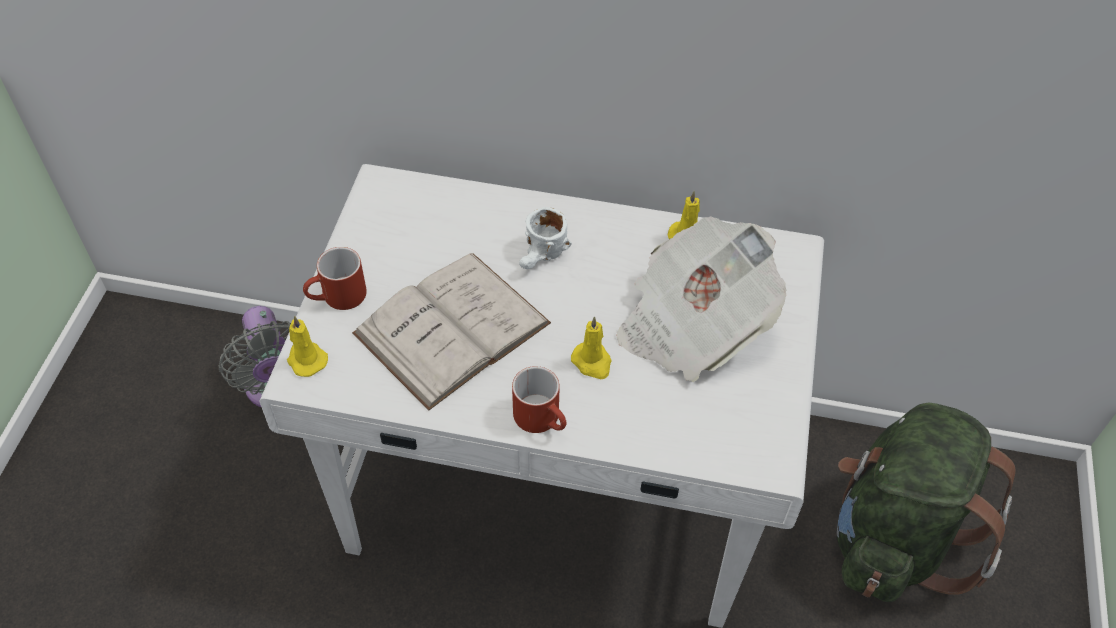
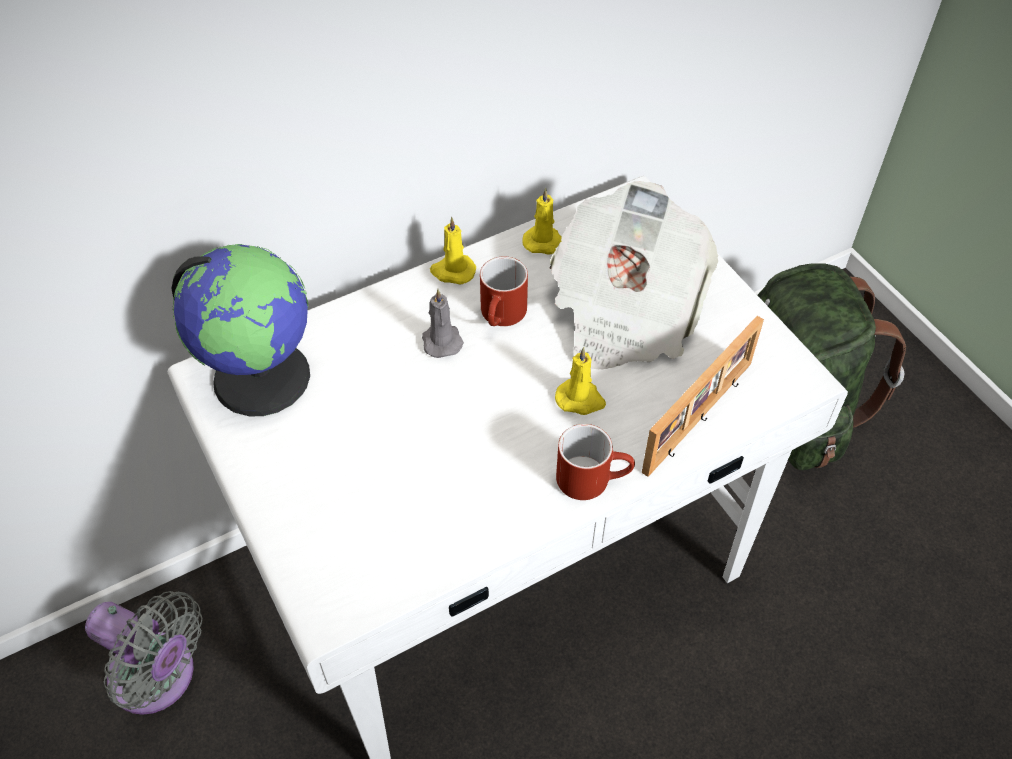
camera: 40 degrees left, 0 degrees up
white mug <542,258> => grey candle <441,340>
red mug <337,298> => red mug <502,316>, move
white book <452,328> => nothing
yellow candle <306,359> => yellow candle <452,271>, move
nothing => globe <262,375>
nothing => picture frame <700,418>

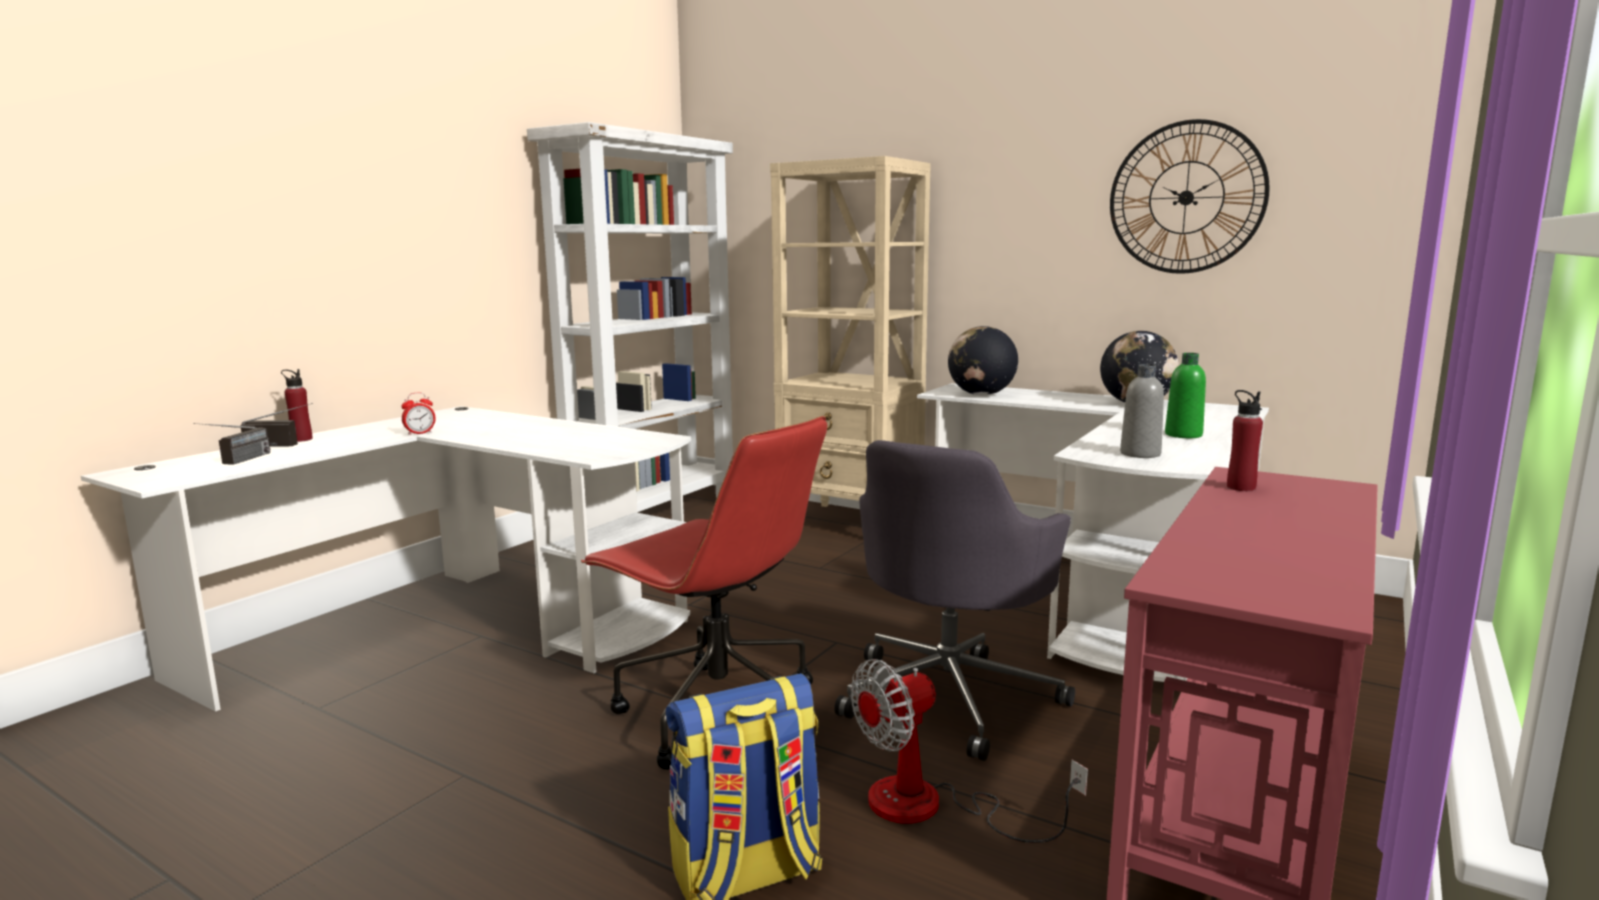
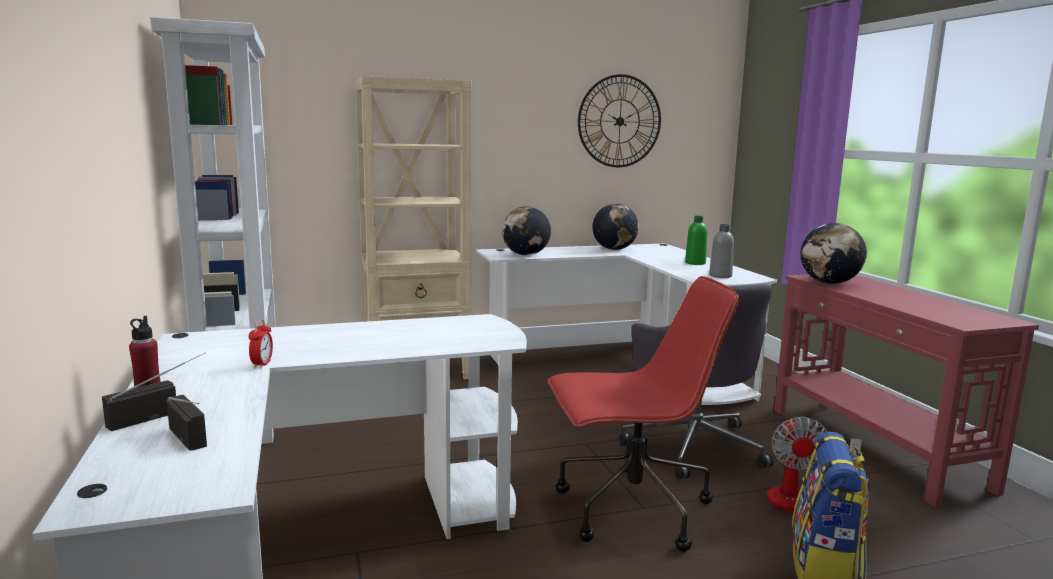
camera: 50 degrees left, 0 degrees up
red bottle <1240,487> => globe <829,283>

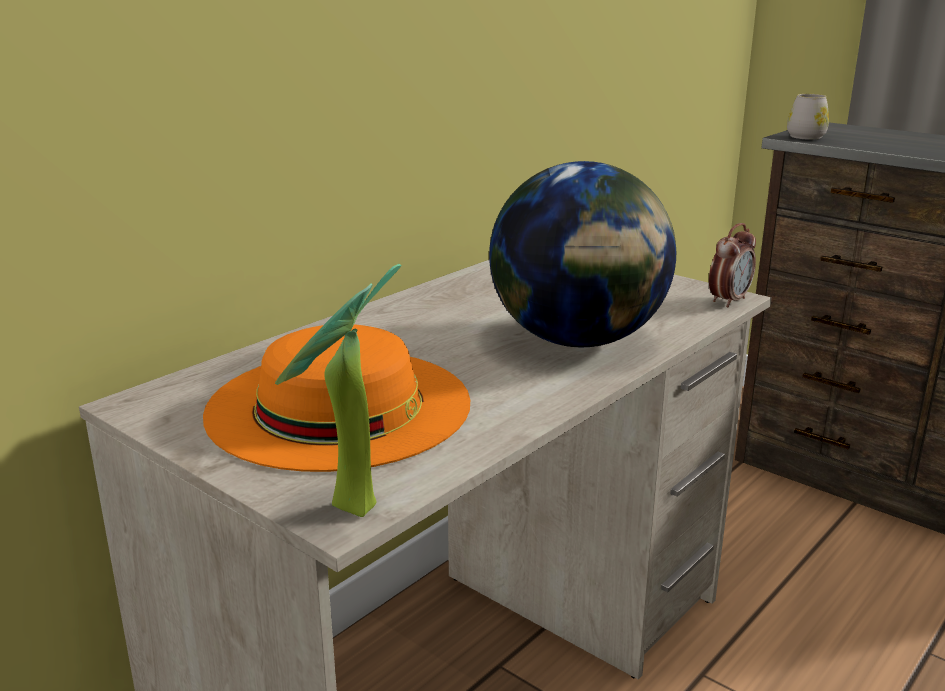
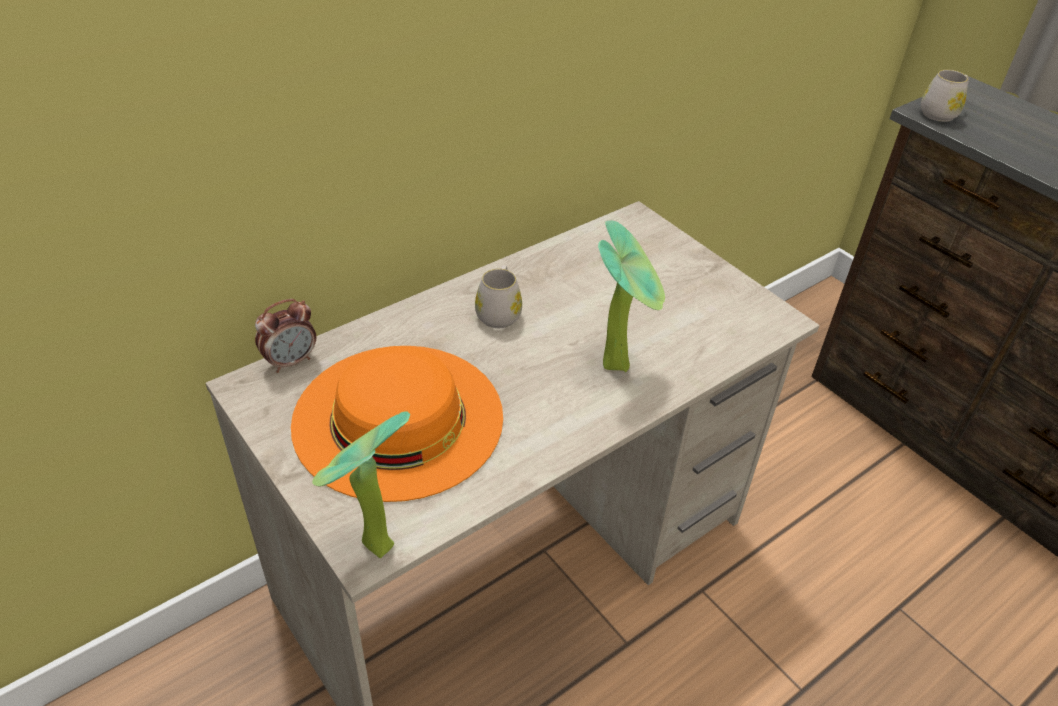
camera: 10 degrees right, 20 degrees up
globe <578,340> => potted plant <619,363>
alarm clock <729,301> => alarm clock <291,361>, move
nothing => white mug <499,312>

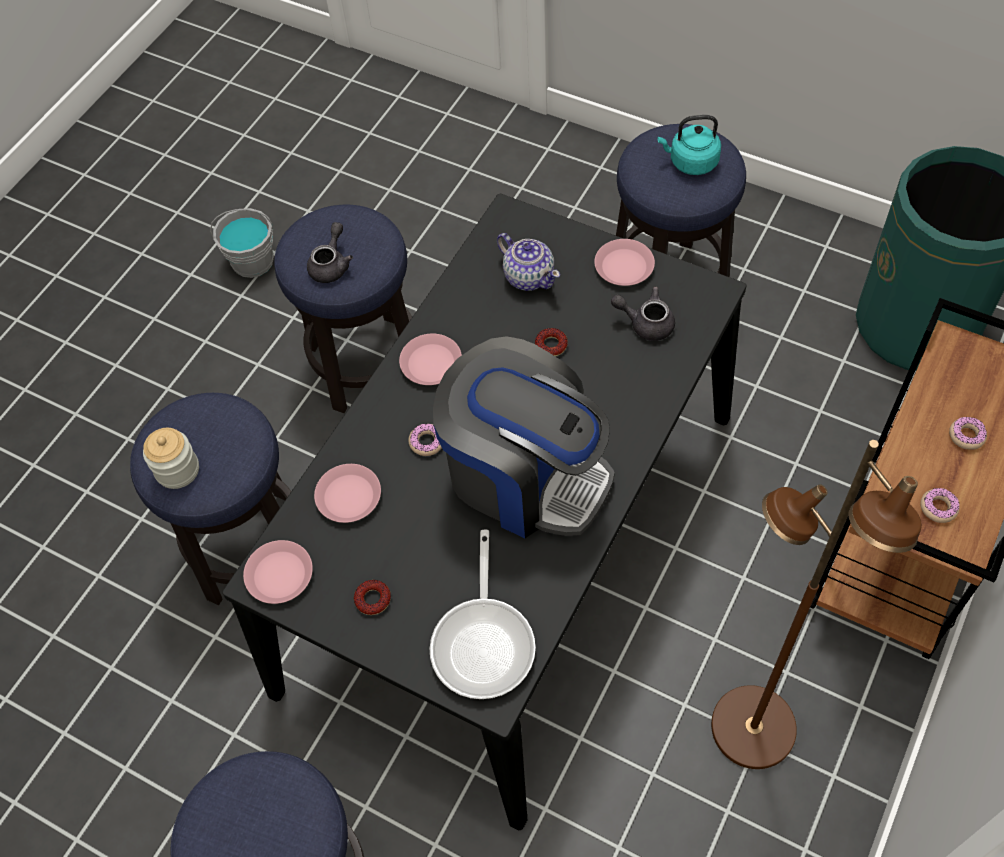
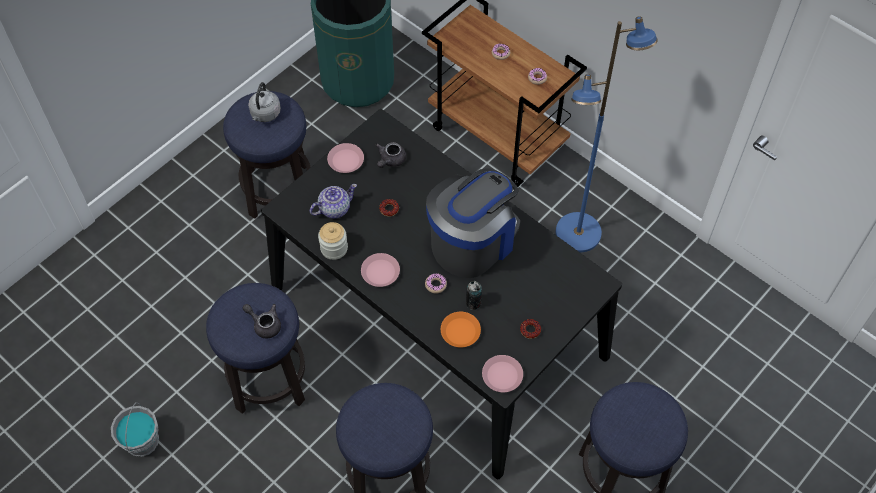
camera: 80 degrees left, 0 degrees up
turquoise kettle <690,162> => grey kettle <265,114>
jar <177,470> => jar <334,248>, move
brown floor lamp <751,729> => blue floor lamp <578,234>
pink plate <348,497> => orange plate <460,331>
frying pan <484,641> => nothing
nothing => can <473,303>

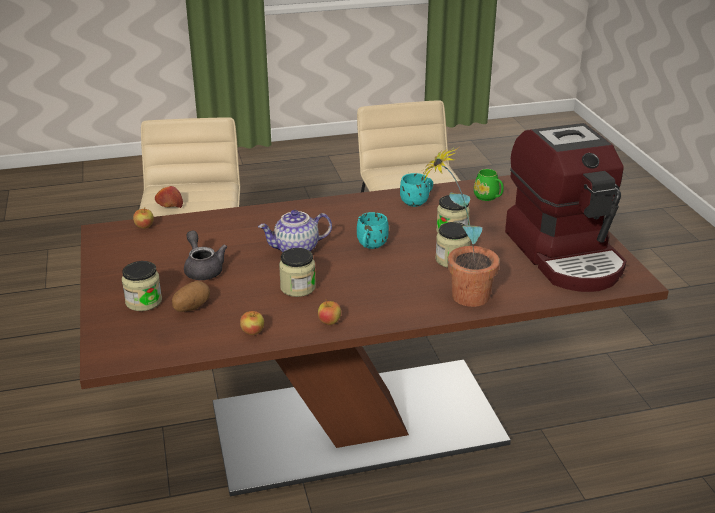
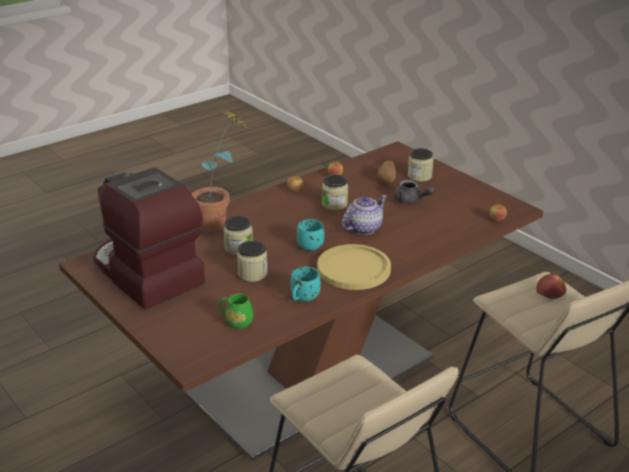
camera: 155 degrees right, 0 degrees up
nothing => yellow plate <353,269>

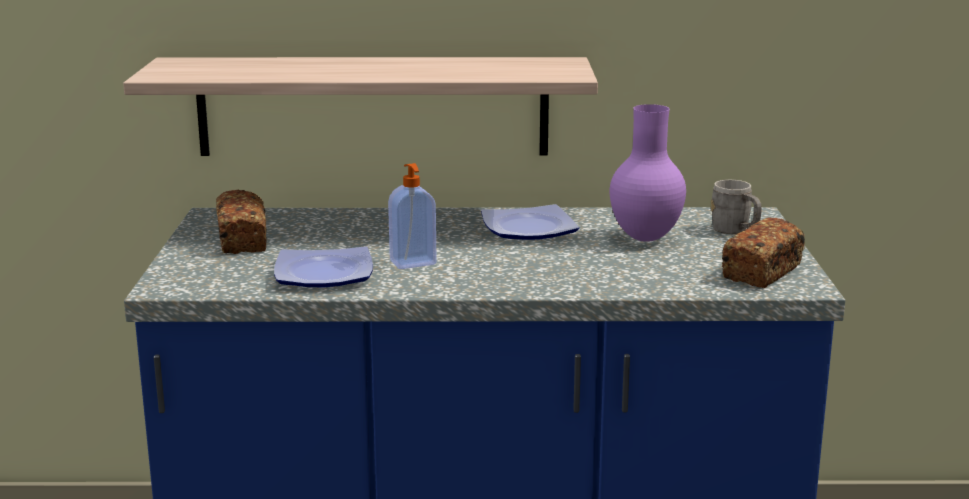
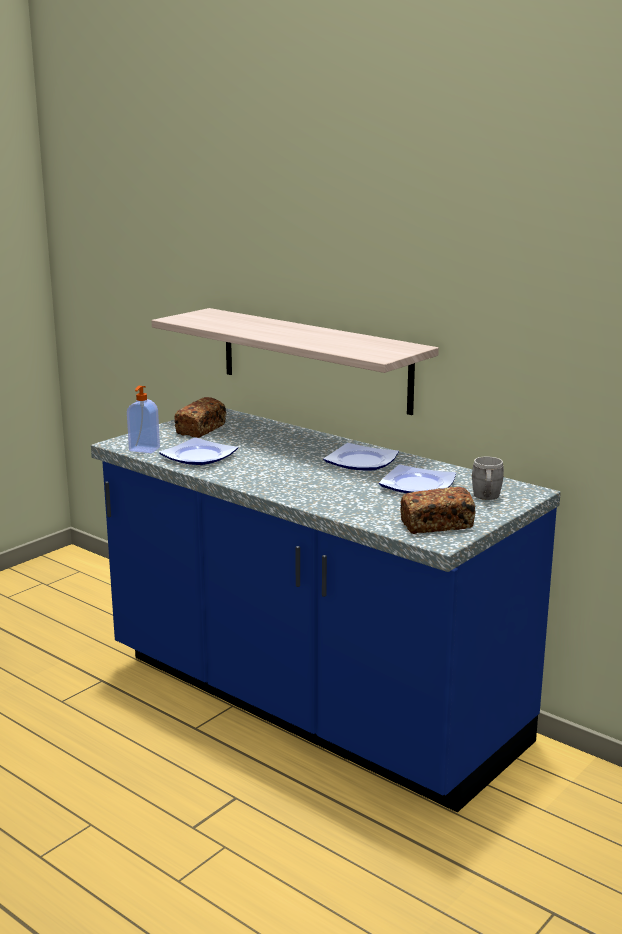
camera: 40 degrees right, 0 degrees up
purple vase <644,238> => plate <416,486>
soap dispenser <413,263> => soap dispenser <144,450>, move

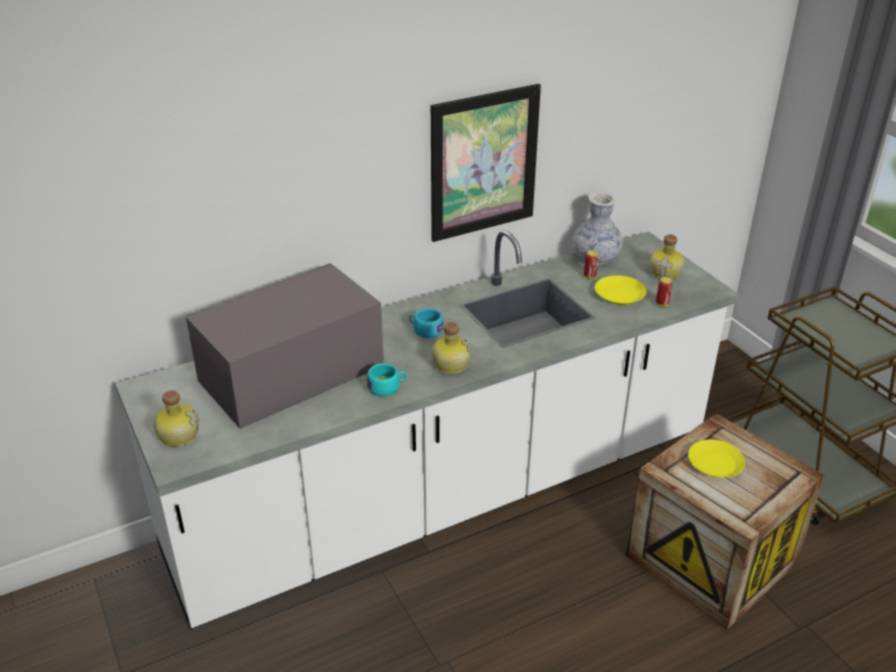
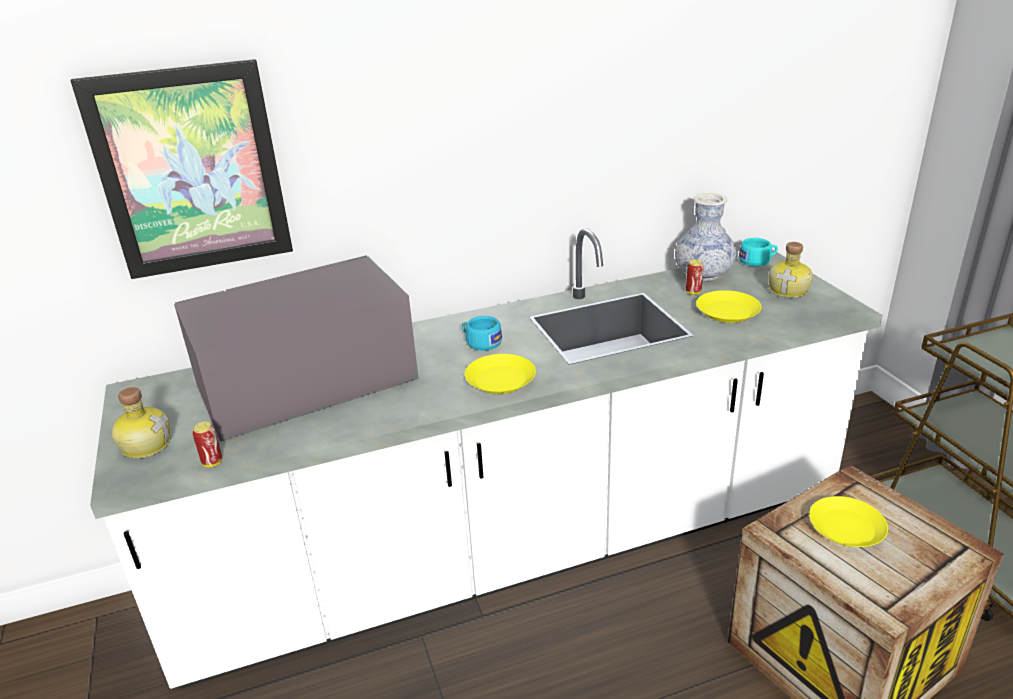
camera: 10 degrees right, 5 degrees down
picture <483,163> => picture <191,171>, move
can <662,304> => can <212,462>, move
bottle <450,364> => yellow plate <500,379>
turquoise cup <387,387> => turquoise cup <758,261>, move

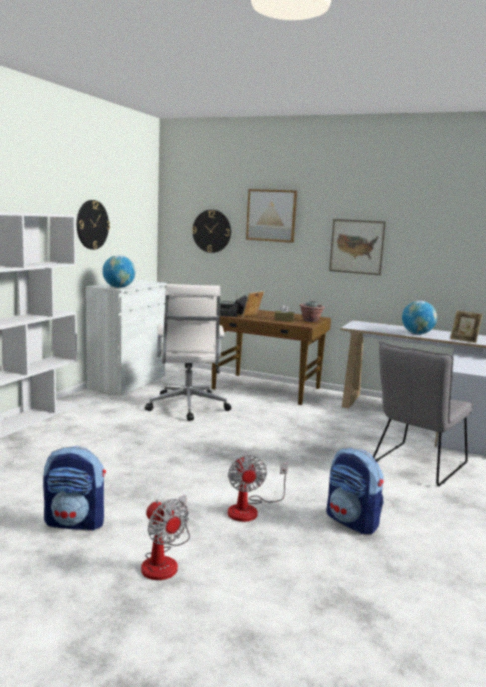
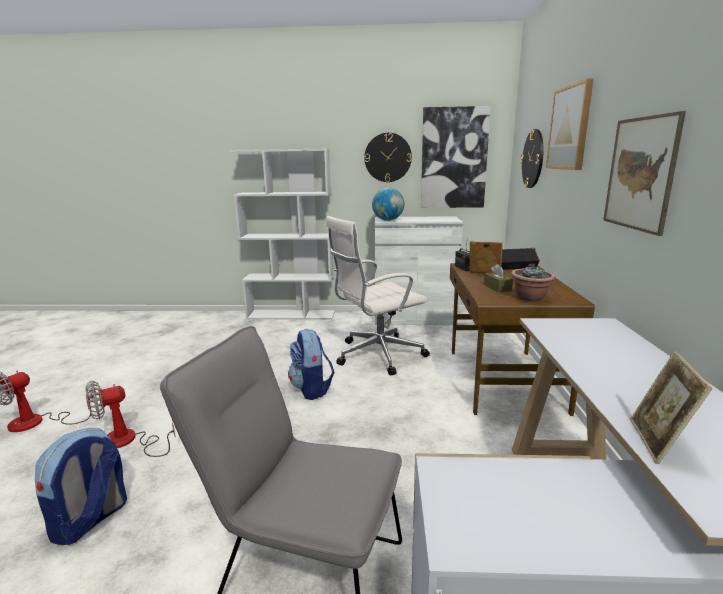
camera: 70 degrees right, 5 degrees up
globe <417,333> => nothing
backpack <76,522> => backpack <311,389>, move
nothing => picture <453,158>

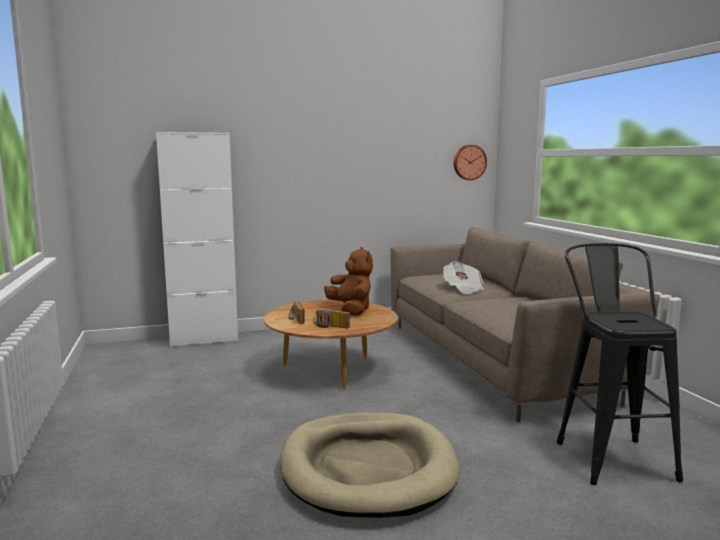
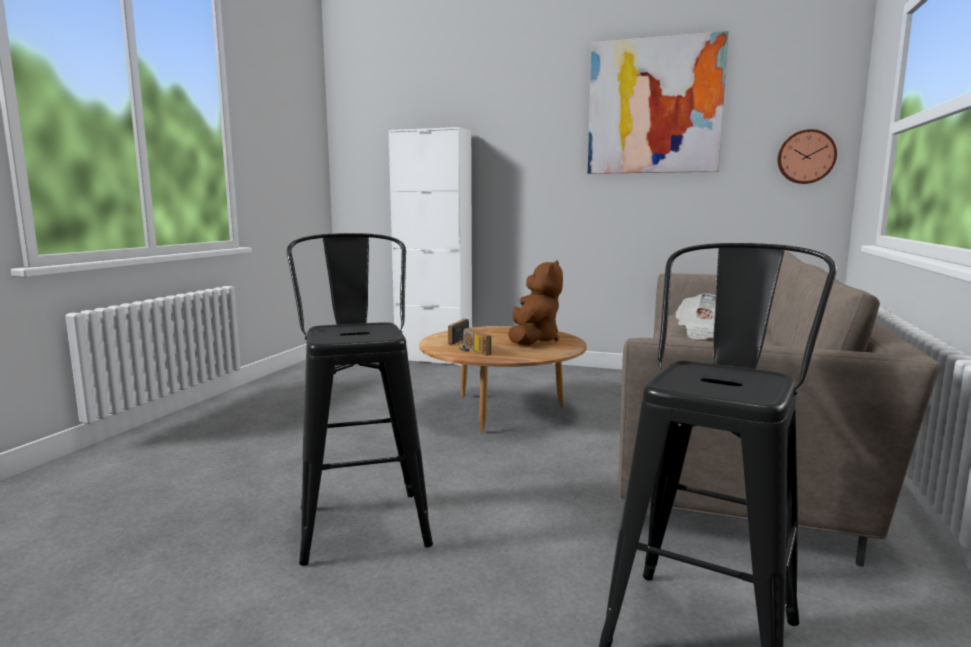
camera: 35 degrees right, 0 degrees up
beige dog bed <367,468> => black stool <362,518>
nothing => picture <654,106>

